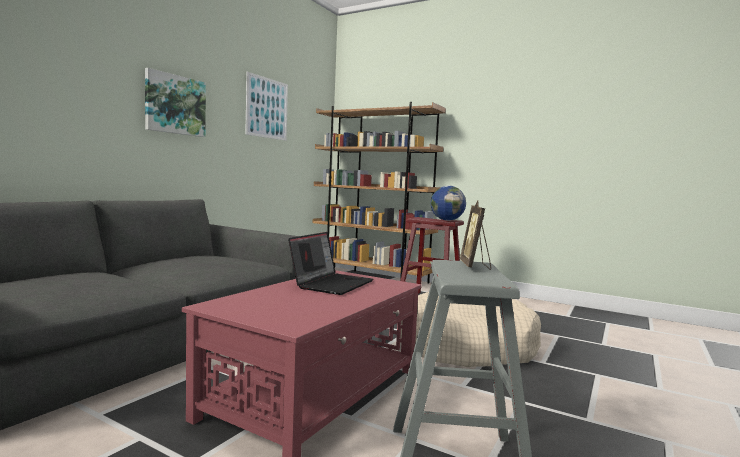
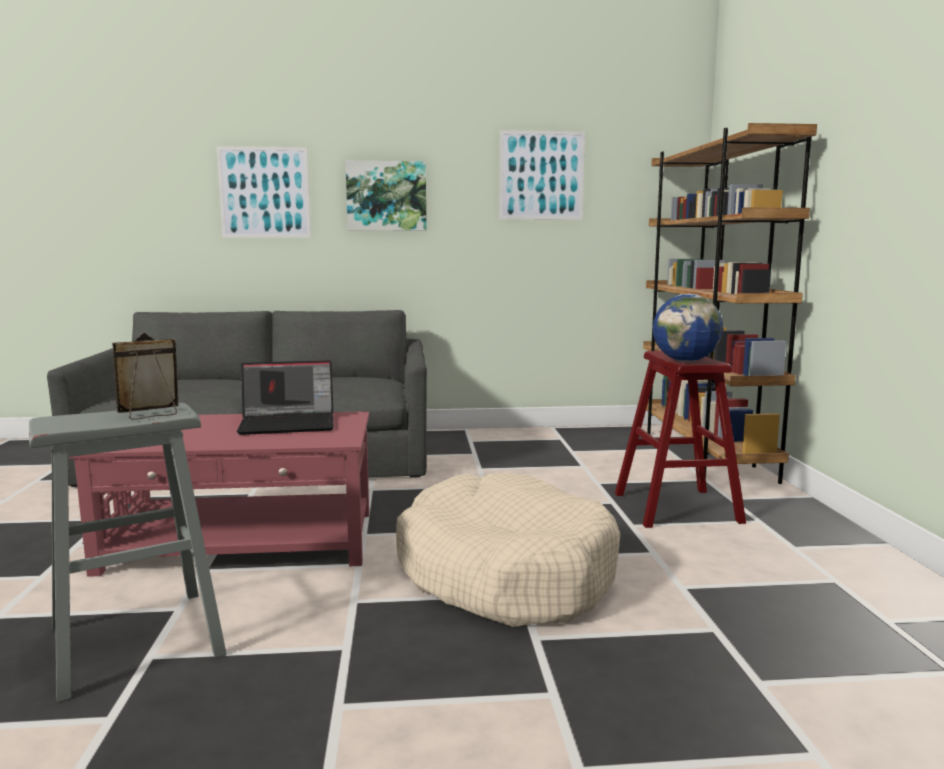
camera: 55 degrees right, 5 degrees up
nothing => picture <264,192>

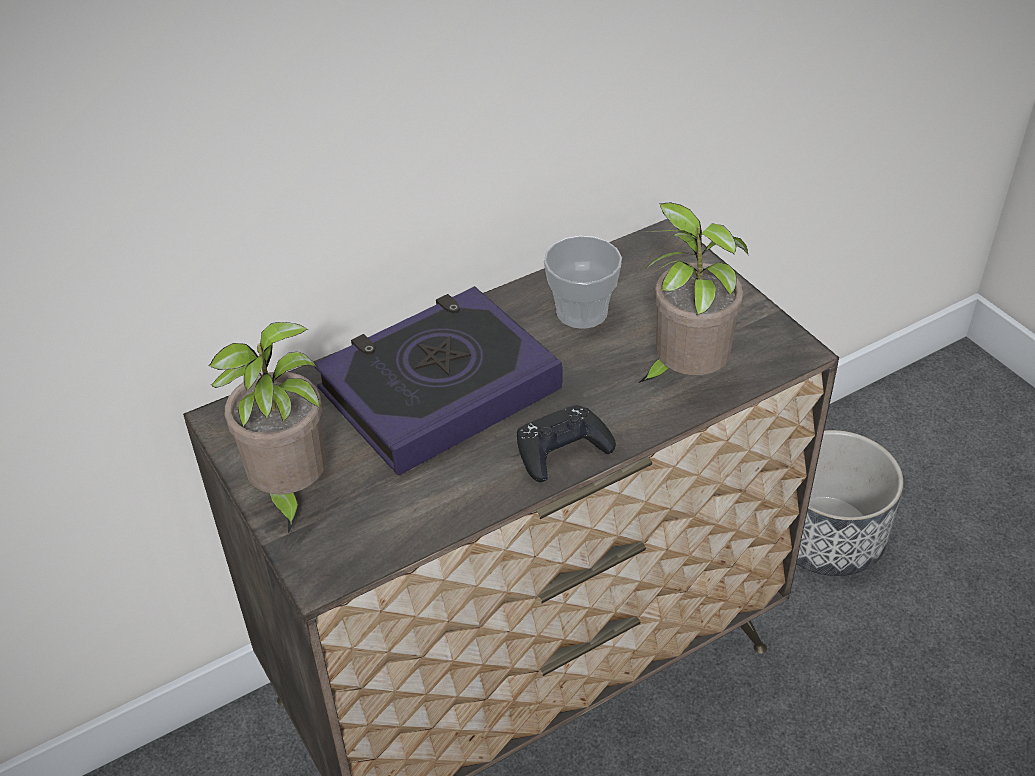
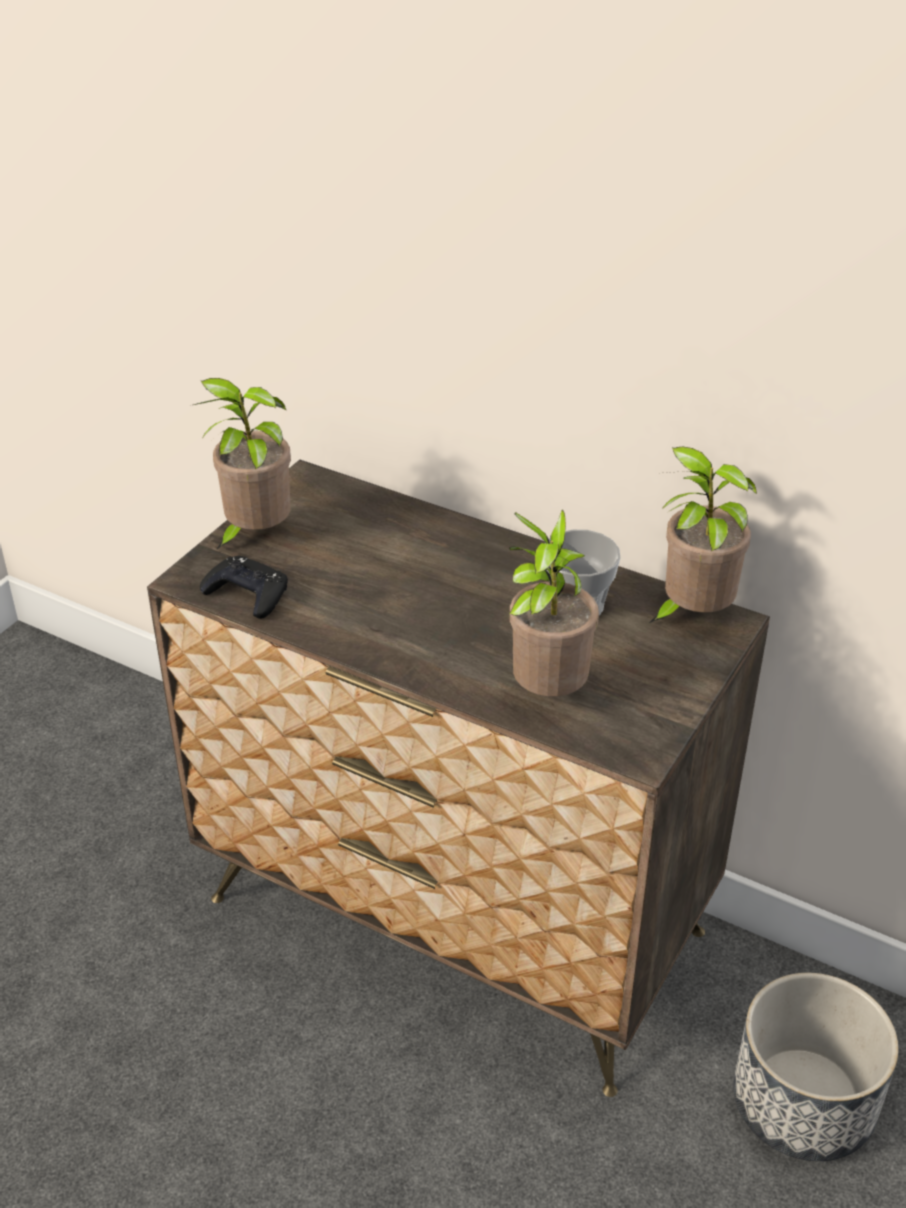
camera: 60 degrees right, 5 degrees down
book <439,389> => nothing
black game controller <562,450> => black game controller <247,594>, move
nothing => potted plant <691,615>

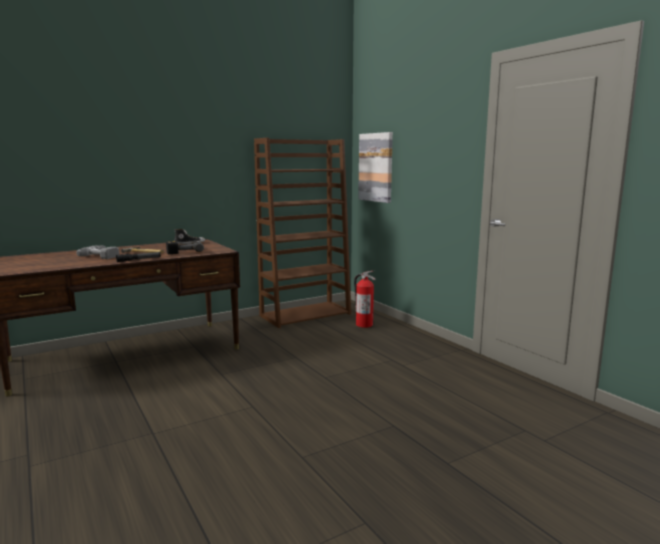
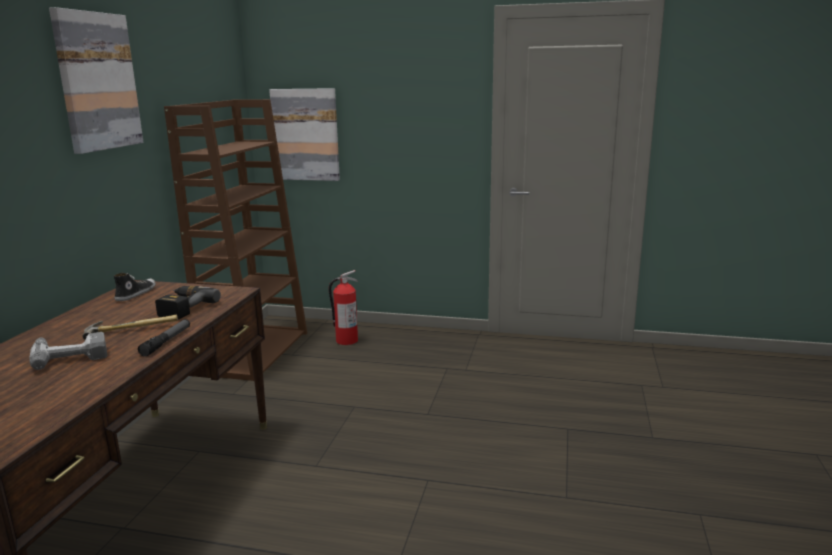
camera: 45 degrees left, 5 degrees up
nothing => picture <97,81>

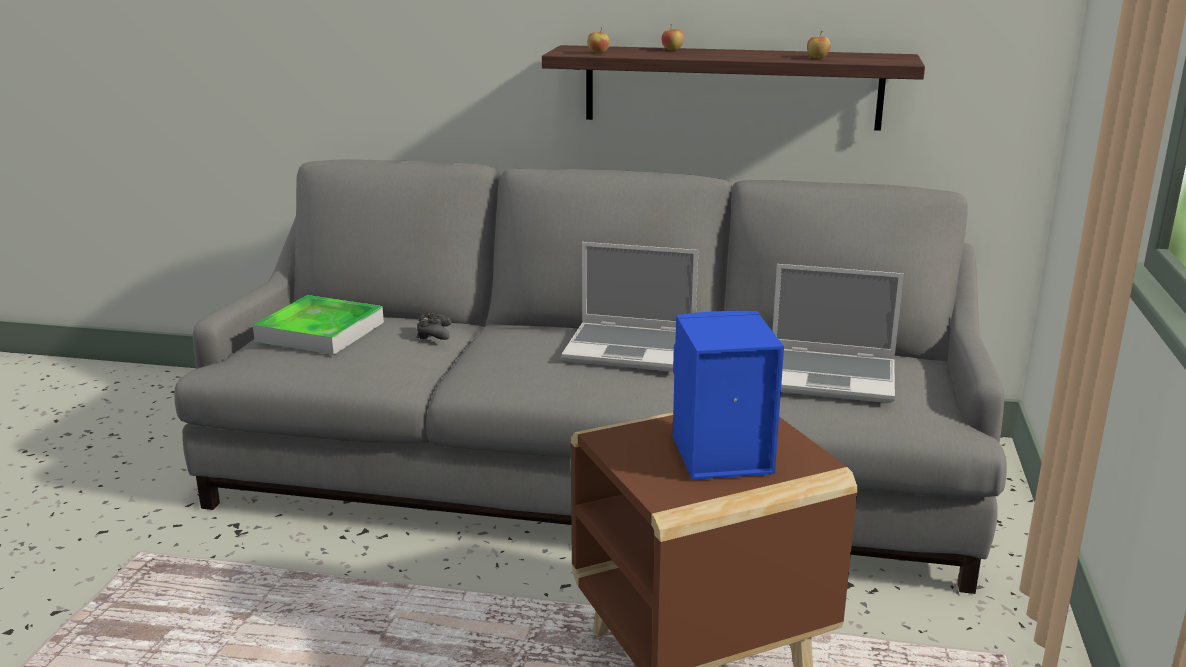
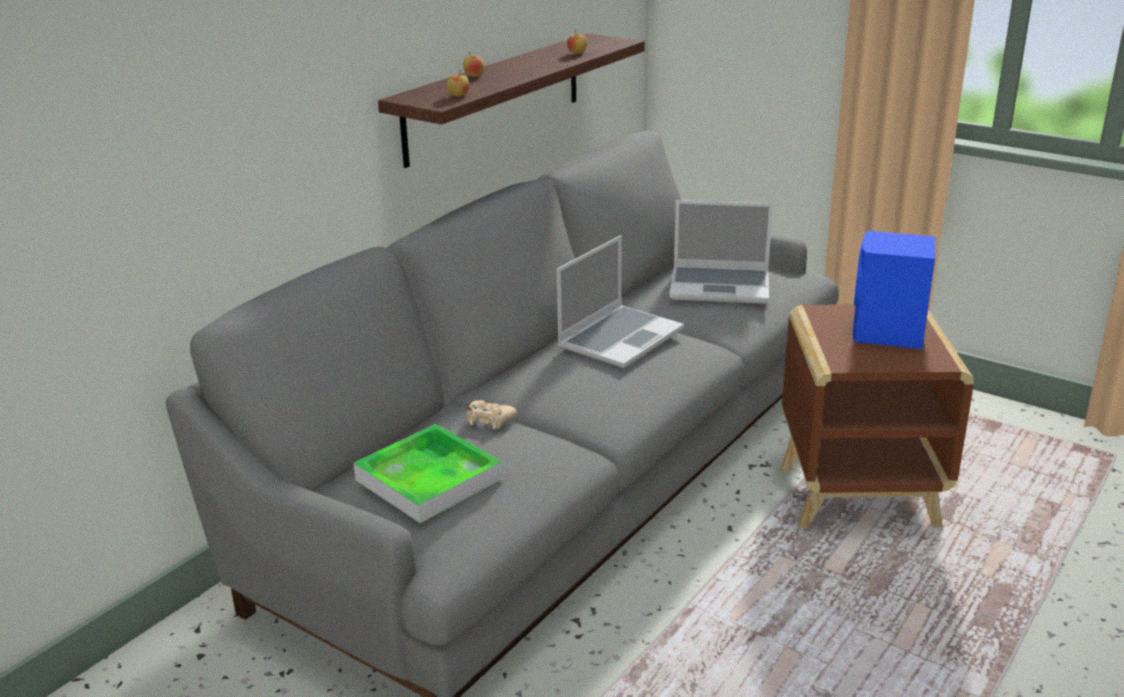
camera: 65 degrees left, 5 degrees up
laptop <831,377> => laptop <721,286>, 60 degrees clockwise
black game controller <434,333> => beige game controller <489,420>

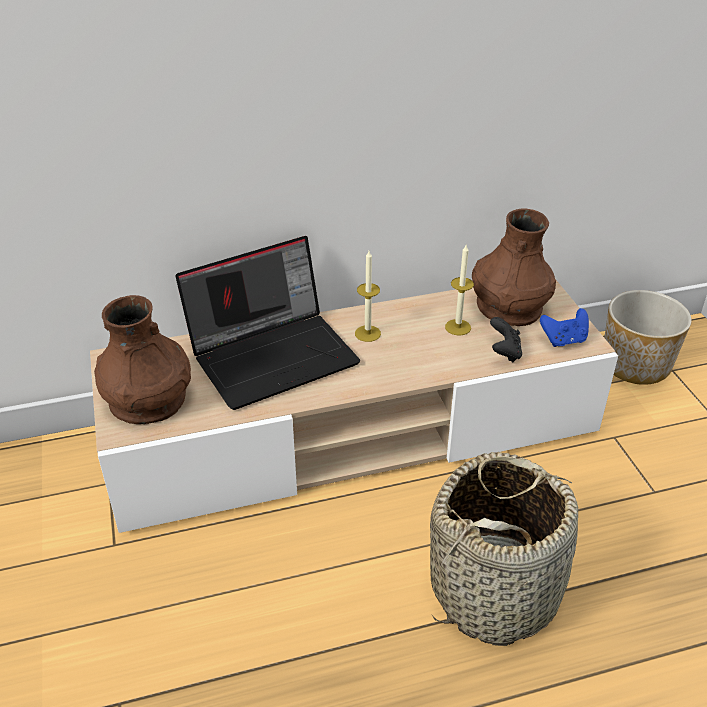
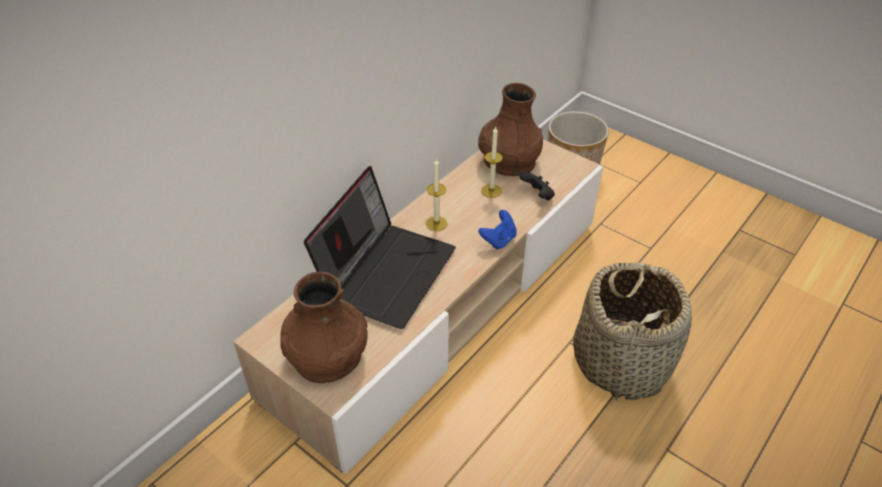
camera: 35 degrees left, 5 degrees up
blue game controller <564,340> => blue game controller <499,240>, move

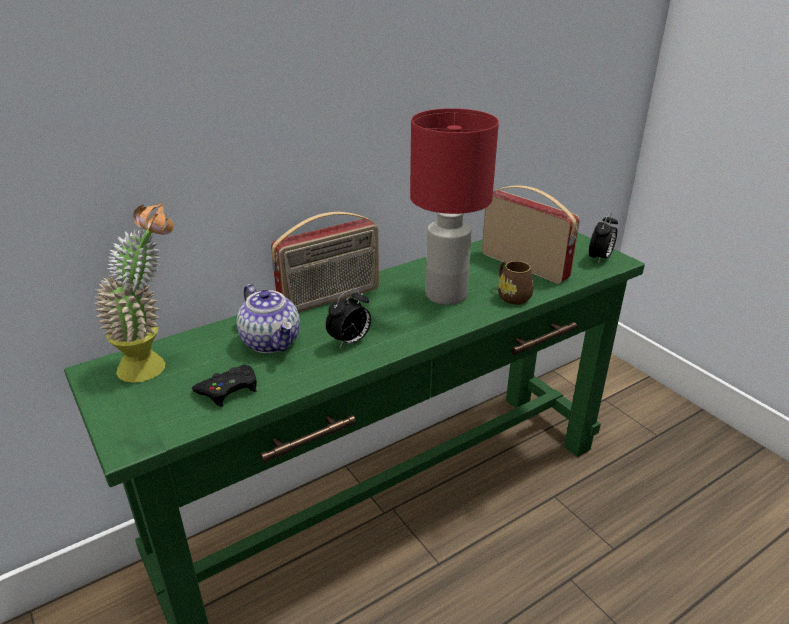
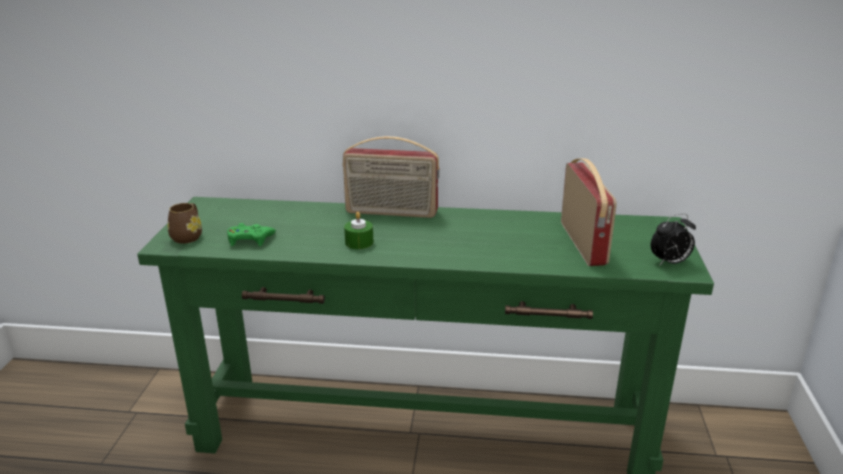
camera: 40 degrees right, 5 degrees down
red table lamp <445,296> => nothing
potted plant <154,365> => nothing
brown mug <511,296> => brown mug <188,236>, move
teapot <272,342> => nothing
alarm clock <350,342> => green candle <359,242>
black game controller <229,389> => green game controller <249,239>

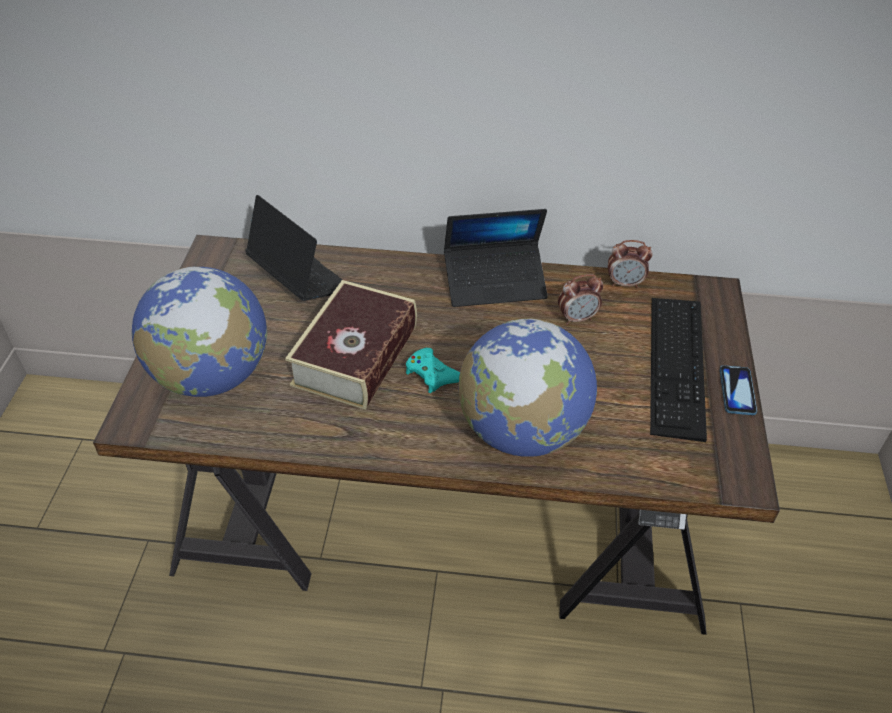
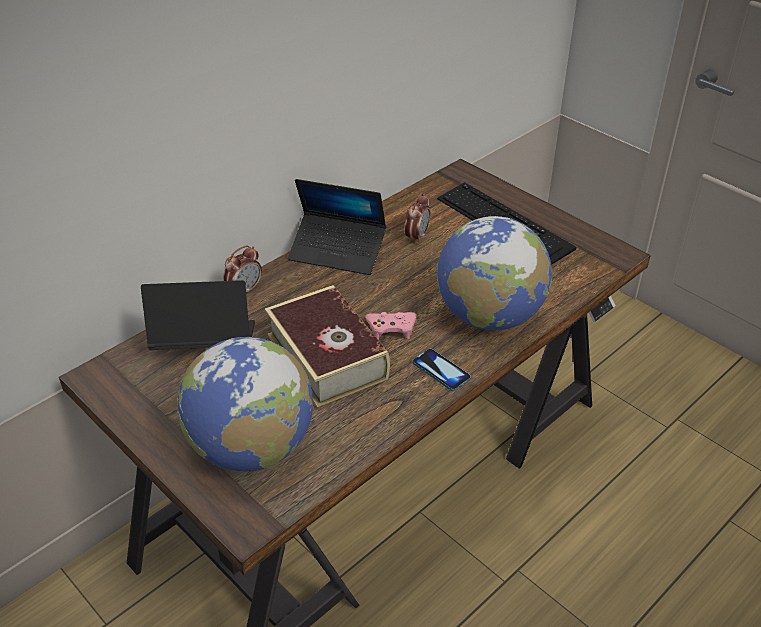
camera: 50 degrees left, 5 degrees down
laptop <495,283> => laptop <337,251>, 75 degrees clockwise
alarm clock <625,283> => alarm clock <245,290>, move
turquoise game controller <433,374> => pink game controller <391,328>
phone <737,391> => phone <441,371>, move

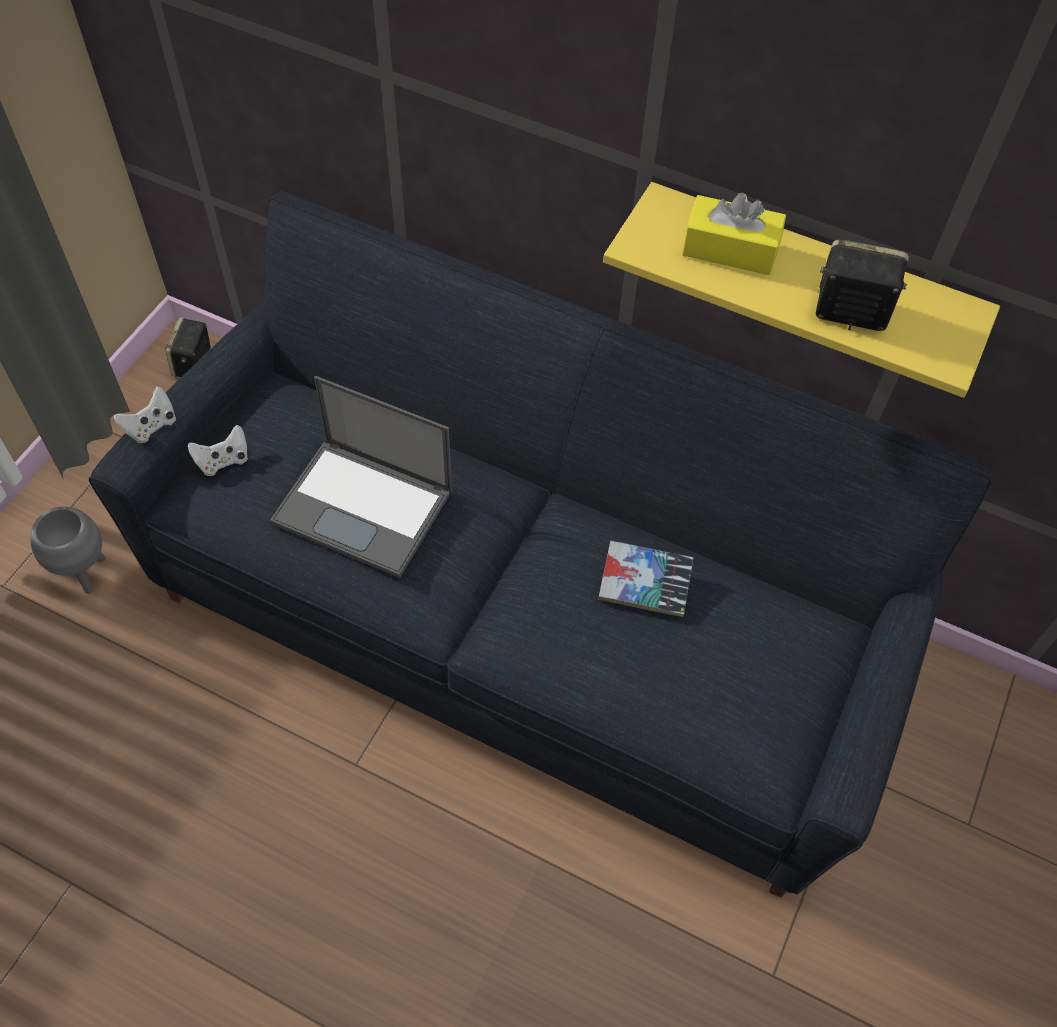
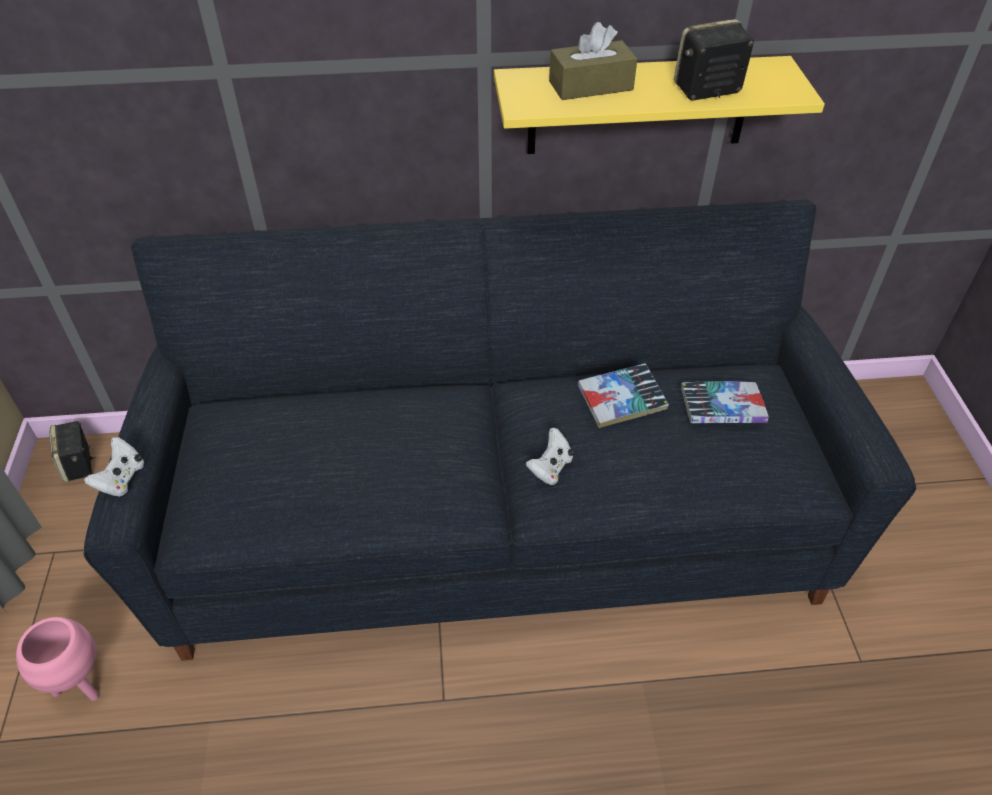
camera: 30 degrees left, 10 degrees down
yellow tissue box <730,249> => brown tissue box <591,86>
laptop <365,507> => nothing
white game controller <223,461> => white game controller <550,468>, move
grey planter <84,574> => pink planter <80,685>
nothing => book <721,408>

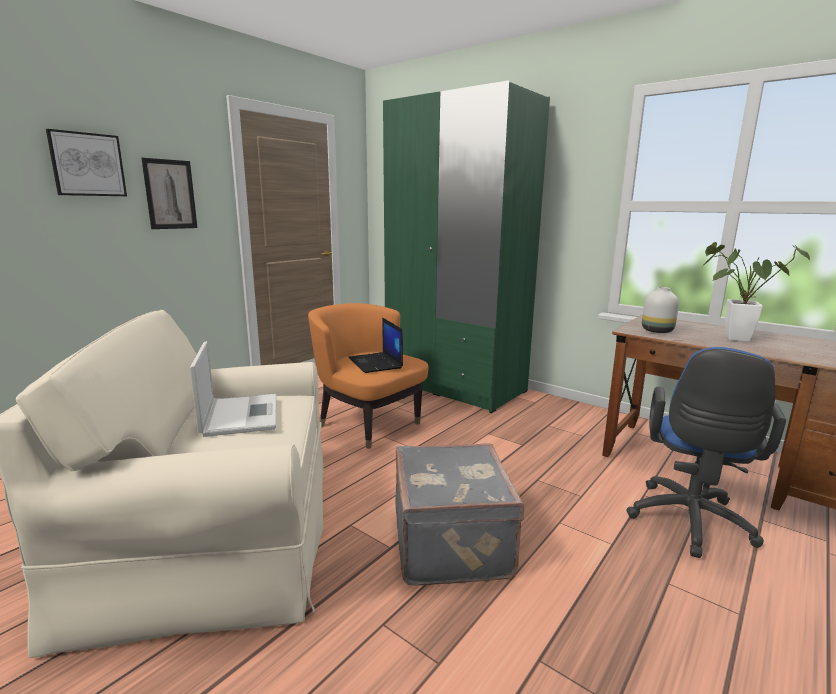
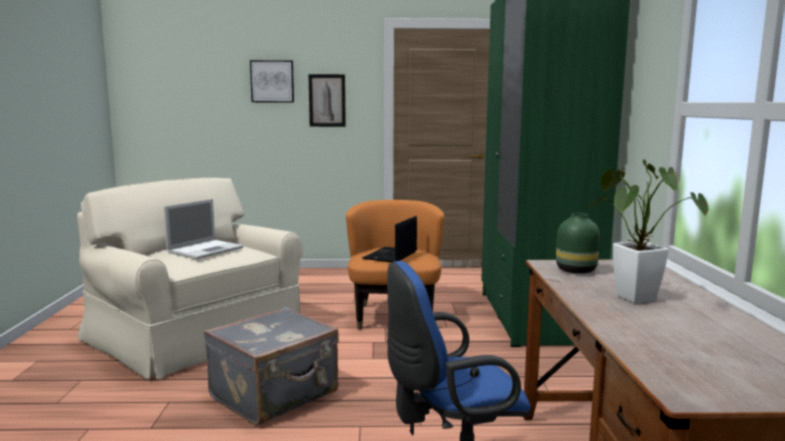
camera: 50 degrees right, 5 degrees down
white vase <656,331> => green vase <575,270>

